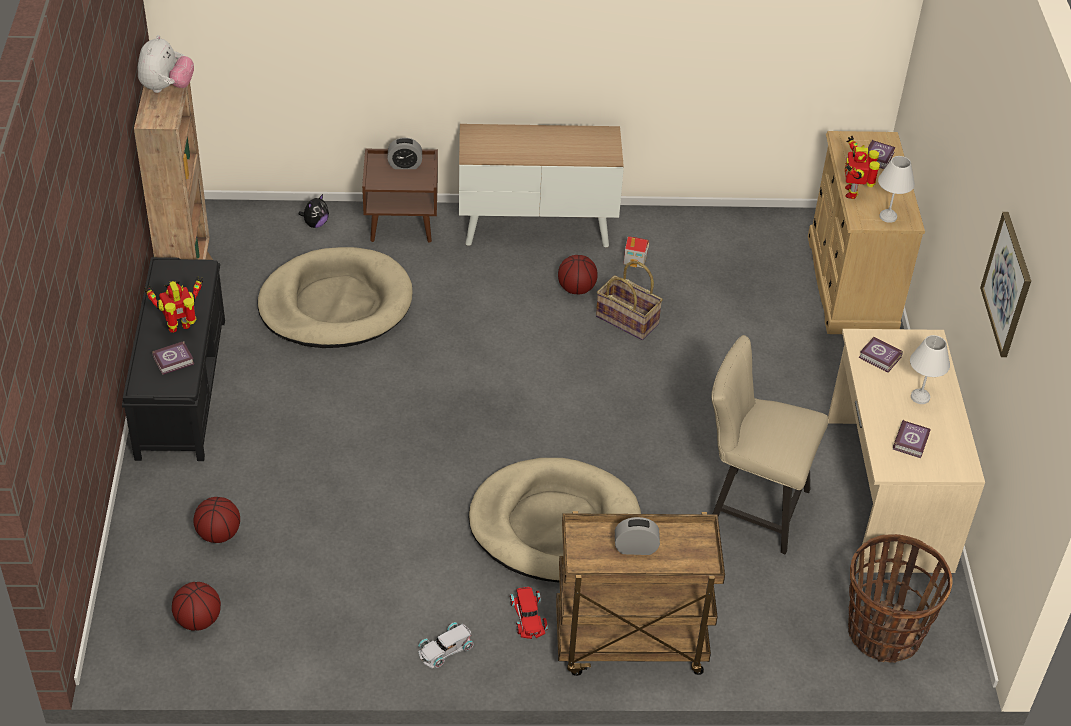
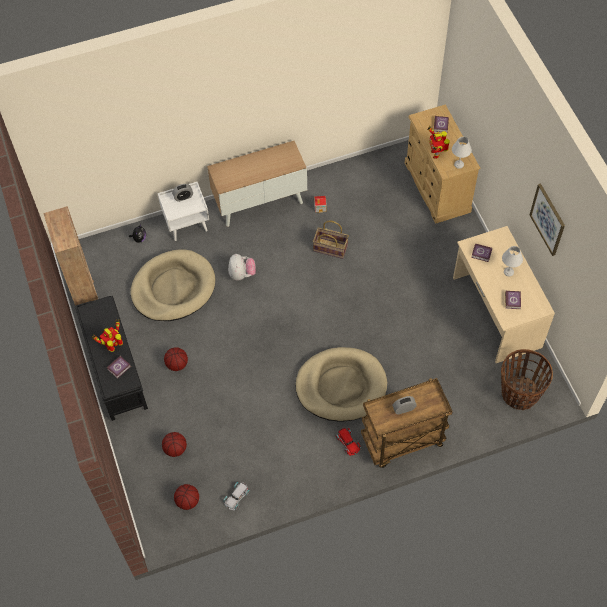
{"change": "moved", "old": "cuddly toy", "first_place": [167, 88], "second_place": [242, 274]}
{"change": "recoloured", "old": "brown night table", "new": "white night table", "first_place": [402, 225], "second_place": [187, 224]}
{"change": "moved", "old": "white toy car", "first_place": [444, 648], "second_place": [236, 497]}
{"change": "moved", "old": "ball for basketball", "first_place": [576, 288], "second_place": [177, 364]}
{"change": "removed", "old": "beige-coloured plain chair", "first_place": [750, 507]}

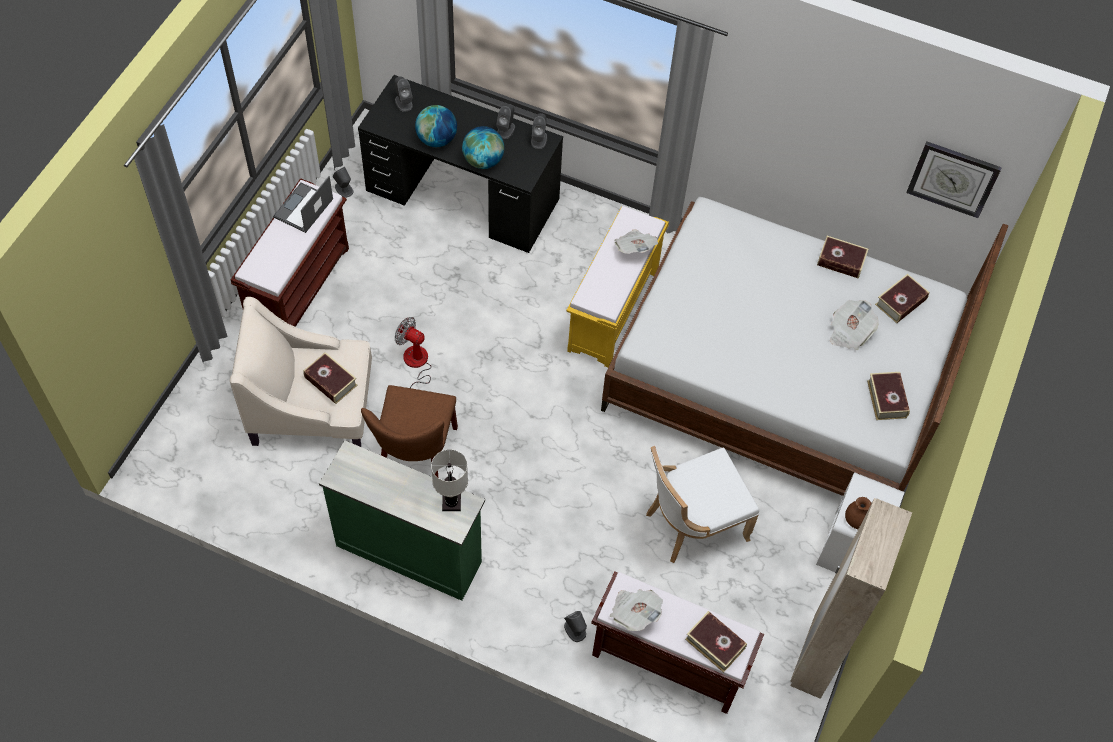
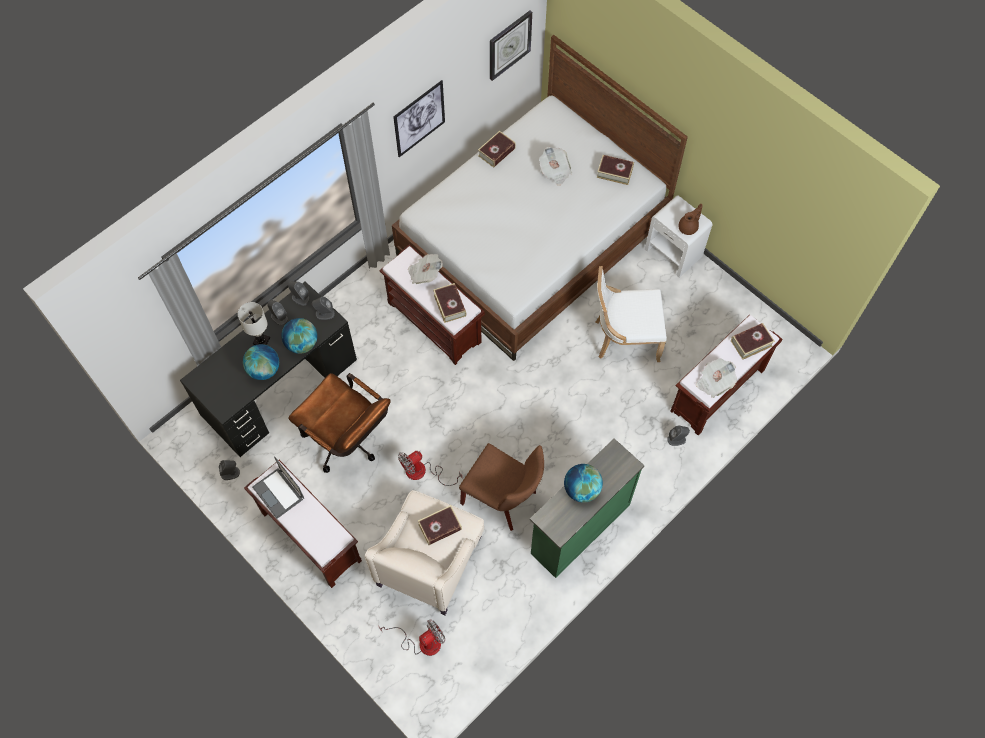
{"change": "moved", "old": "grey audio speaker", "first_place": [403, 102], "second_place": [324, 313]}
{"change": "moved", "old": "white lamp for a table", "first_place": [451, 502], "second_place": [261, 340]}
{"change": "recoloured", "old": "yellow-coloured bench", "new": "brown bench", "first_place": [613, 312], "second_place": [435, 322]}
{"change": "turned", "old": "white plain chair", "first_place": [691, 524], "second_place": [624, 338], "degrees": 90}
{"change": "removed", "old": "beige-coloured clothes cupboard", "first_place": [816, 657]}
{"change": "moved", "old": "book", "first_place": [900, 302], "second_place": [450, 305]}
{"change": "added", "new": "brown computer chair", "second_place": [348, 441]}
{"change": "added", "new": "cooling fan", "second_place": [422, 642]}
{"change": "added", "new": "wall art", "second_place": [419, 119]}
{"change": "added", "new": "globe", "second_place": [582, 489]}

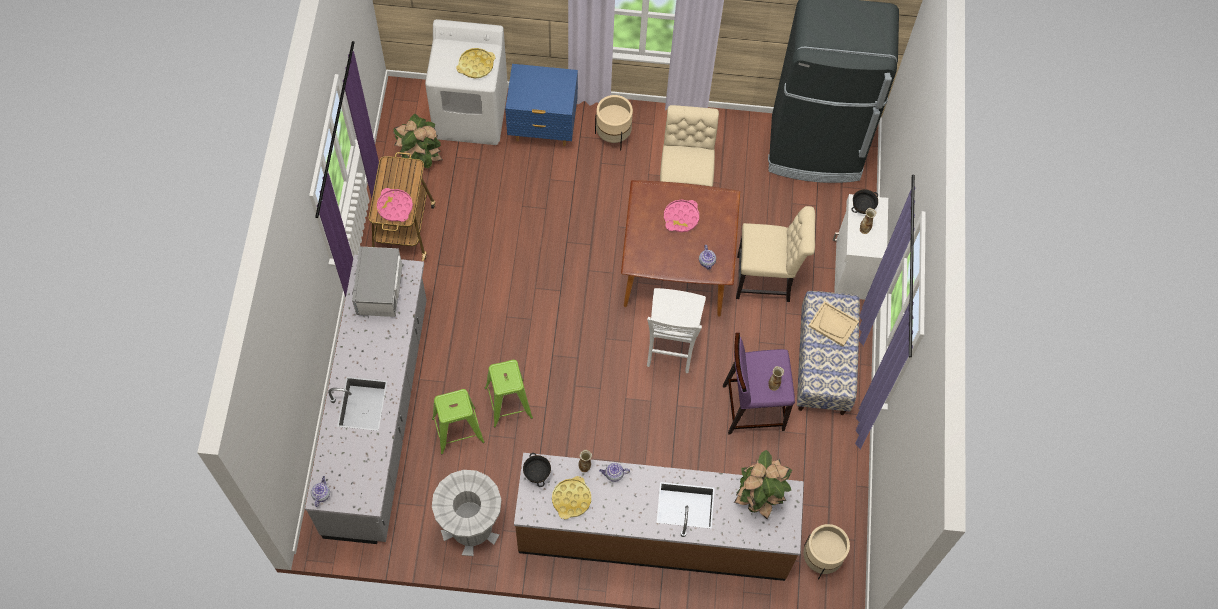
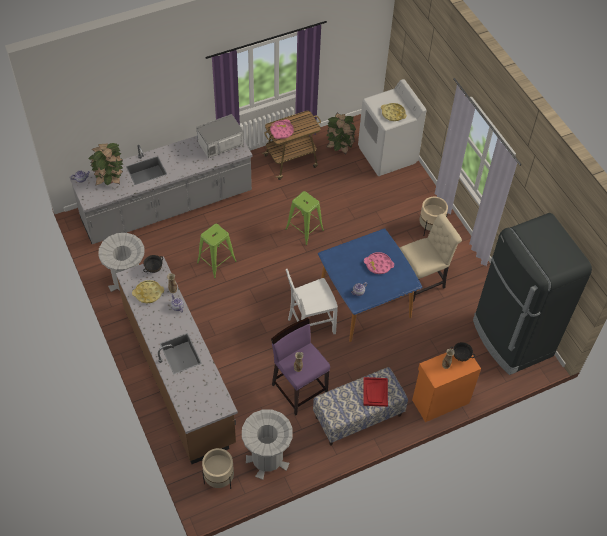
{"change": "moved", "old": "green-coloured stool seat", "first_place": [457, 430], "second_place": [304, 229]}
{"change": "removed", "old": "bluish night table", "first_place": [543, 128]}
{"change": "recoloured", "old": "brown kitchen table", "new": "bluish kitchen table", "first_place": [676, 269], "second_place": [365, 303]}
{"change": "moved", "old": "plant in a pot", "first_place": [759, 496], "second_place": [110, 180]}
{"change": "removed", "old": "beige-coloured plain chair", "first_place": [767, 279]}
{"change": "recoloured", "old": "beige-coloured carrying tray", "new": "red carrying tray", "first_place": [833, 324], "second_place": [375, 392]}
{"change": "recoloured", "old": "white cabinet", "new": "orange cabinet", "first_place": [851, 269], "second_place": [439, 401]}
{"change": "added", "new": "grey trash can", "second_place": [267, 458]}

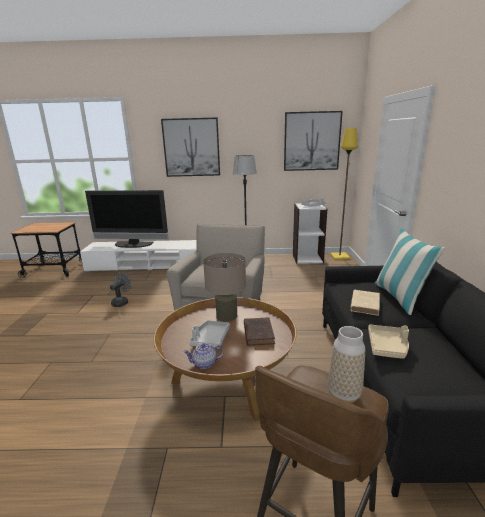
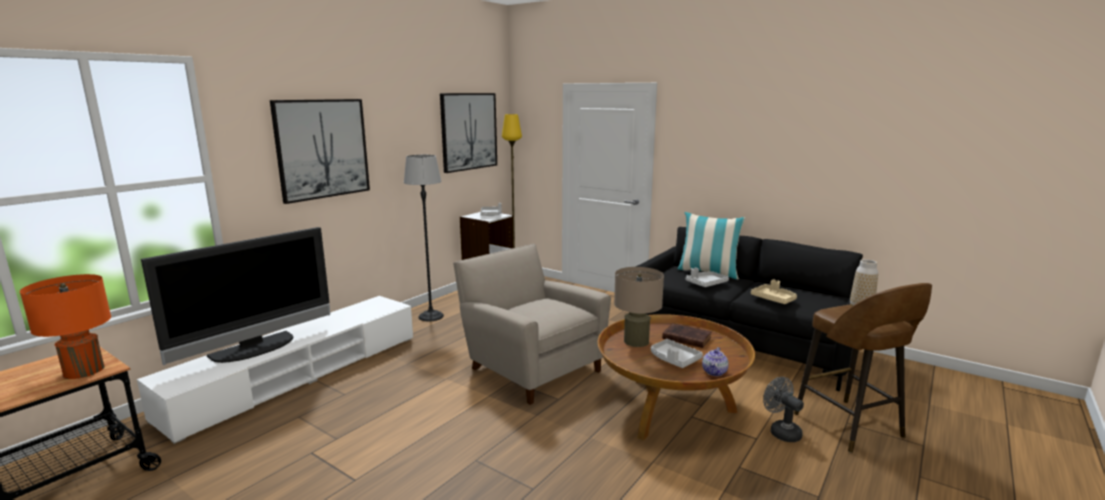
{"change": "moved", "old": "grey cooling fan", "first_place": [121, 302], "second_place": [781, 431]}
{"change": "replaced", "old": "beige-coloured book", "new": "grey carrying tray", "first_place": [365, 304], "second_place": [706, 284]}
{"change": "added", "new": "orange lamp for a table", "second_place": [84, 371]}

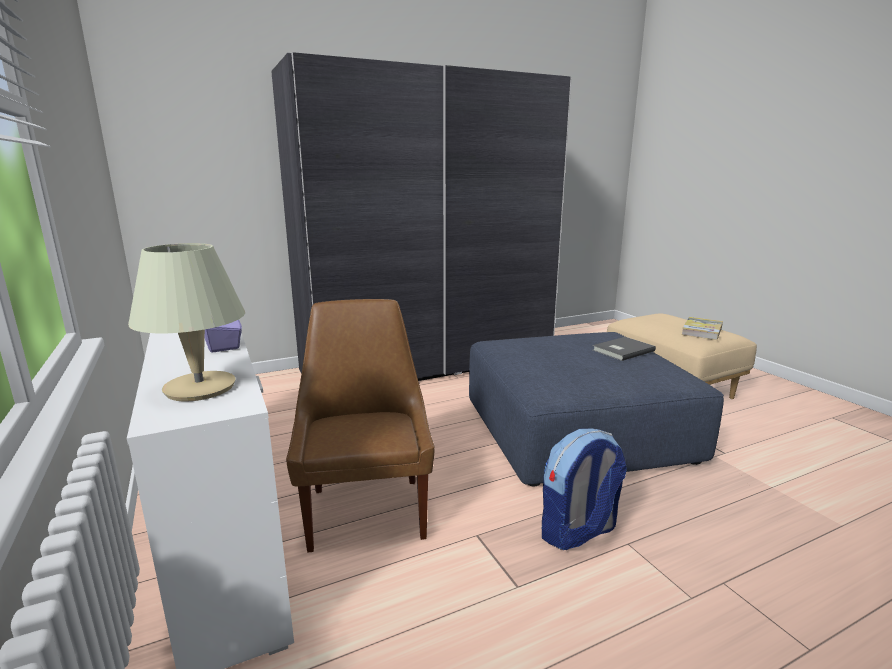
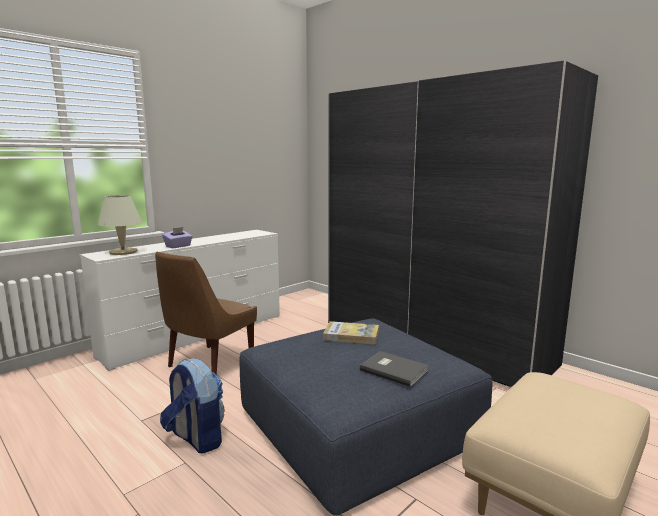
{"change": "turned", "old": "brown plain chair", "first_place": [367, 510], "second_place": [208, 364], "degrees": 150}
{"change": "moved", "old": "book", "first_place": [702, 331], "second_place": [351, 335]}

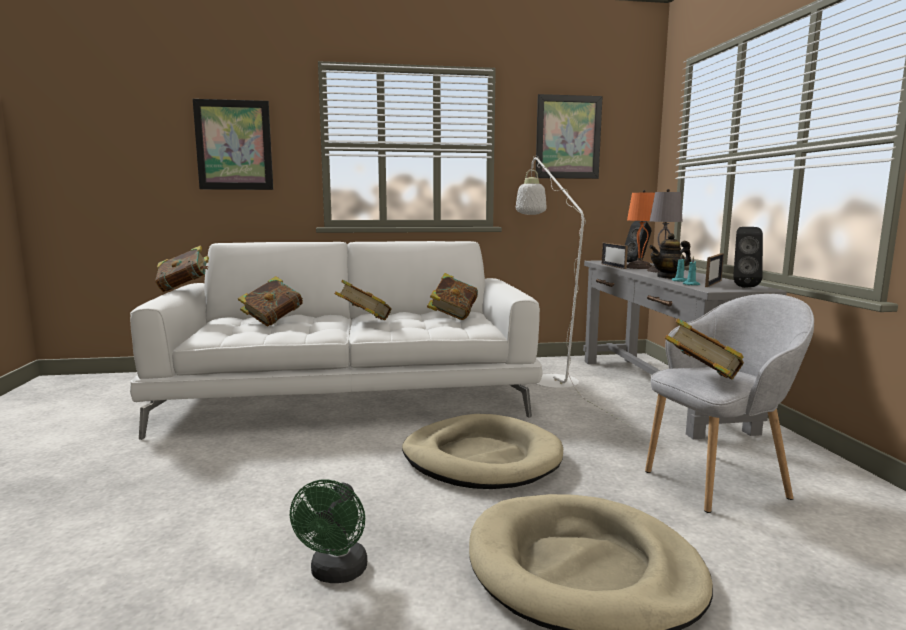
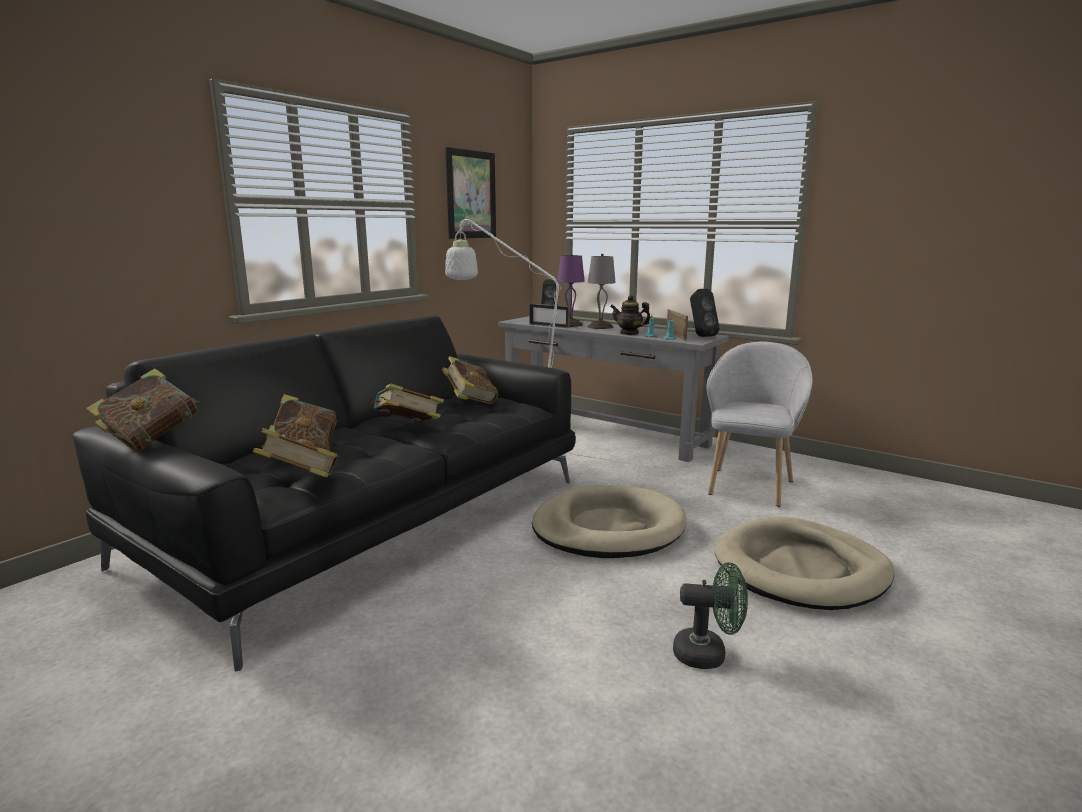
{"change": "recoloured", "old": "white settee", "new": "blackish settee", "first_place": [351, 395], "second_place": [374, 519]}
{"change": "removed", "old": "wall art", "first_place": [234, 145]}
{"change": "turned", "old": "green-coloured cooling fan", "first_place": [336, 574], "second_place": [708, 654], "degrees": -45}
{"change": "recoloured", "old": "orange lamp for a table", "new": "purple lamp for a table", "first_place": [639, 267], "second_place": [570, 325]}
{"change": "turned", "old": "teapot", "first_place": [668, 277], "second_place": [629, 333], "degrees": 75}
{"change": "moved", "old": "book", "first_place": [702, 379], "second_place": [301, 483]}

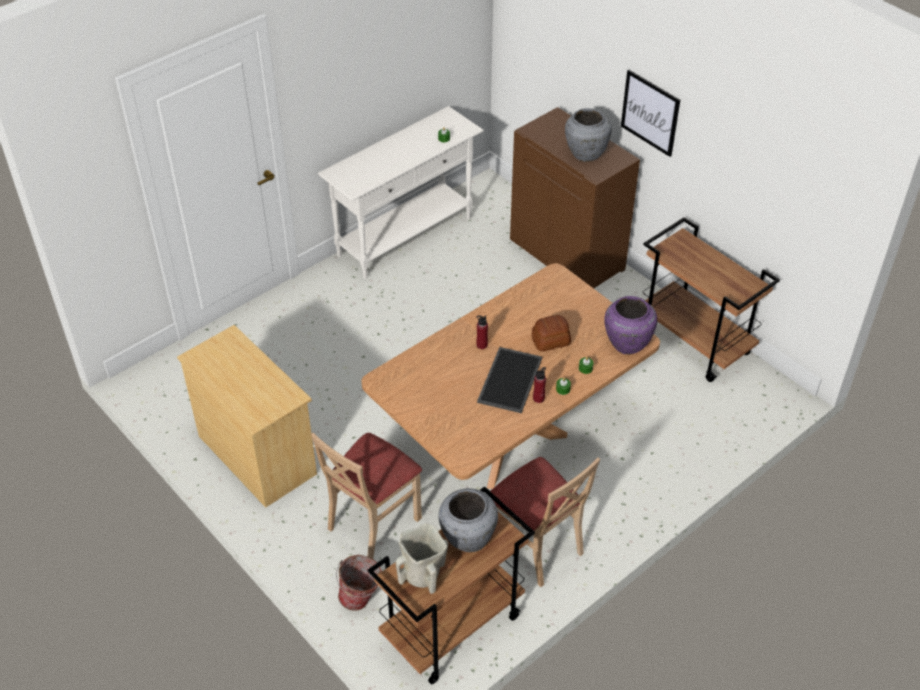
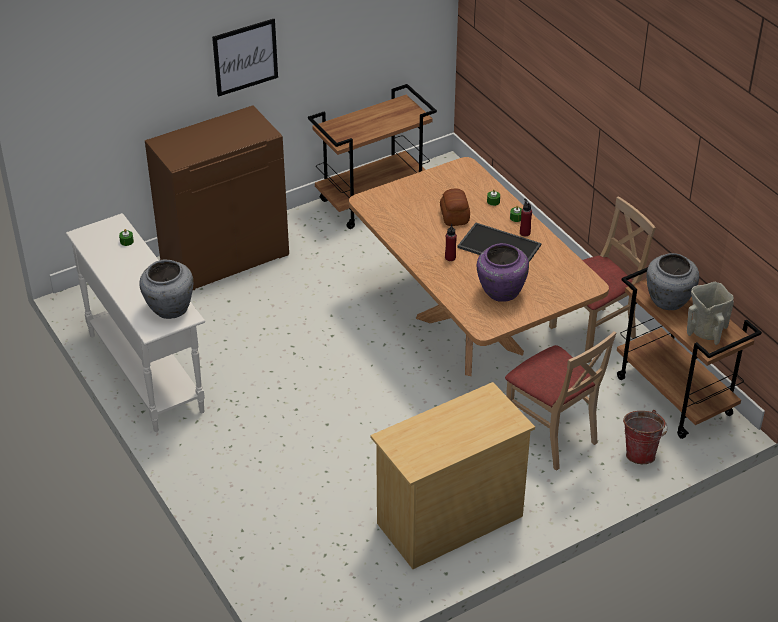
{"change": "moved", "old": "grey flower vase", "first_place": [585, 153], "second_place": [169, 309]}
{"change": "moved", "old": "purple flower vase", "first_place": [627, 342], "second_place": [500, 292]}

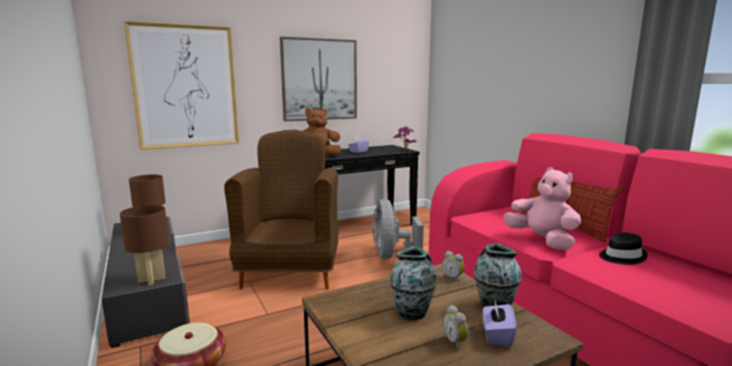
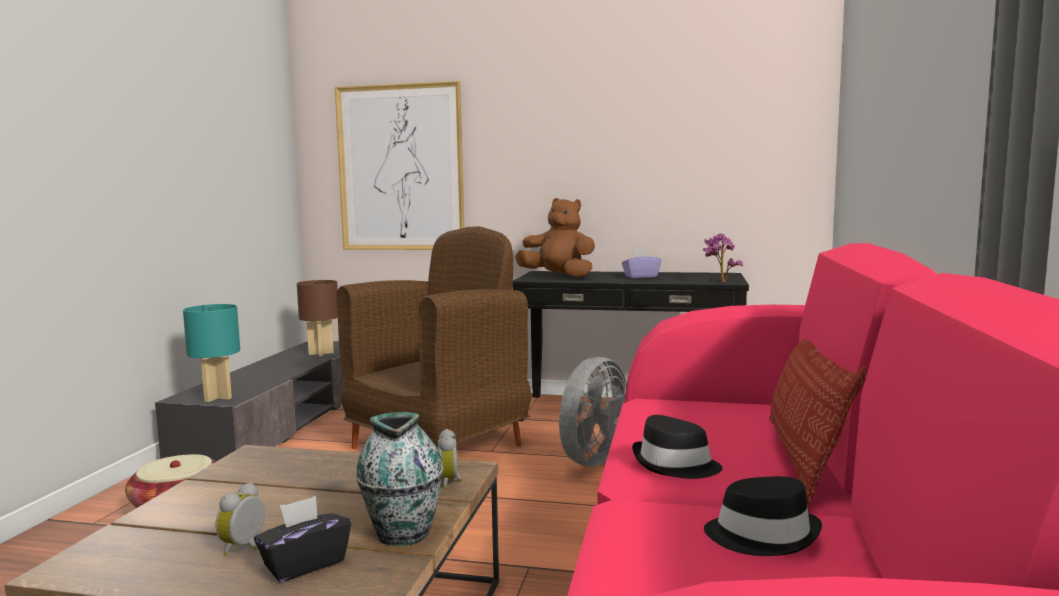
{"change": "recoloured", "old": "brown lamp for a table", "new": "turquoise-coloured lamp for a table", "first_place": [151, 280], "second_place": [216, 397]}
{"change": "removed", "old": "wall art", "first_place": [319, 80]}
{"change": "removed", "old": "flower vase", "first_place": [412, 312]}
{"change": "recoloured", "old": "purple box of tissues", "new": "blackish box of tissues", "first_place": [497, 335], "second_place": [304, 564]}
{"change": "replaced", "old": "pink-coloured cuddly toy", "new": "blackish clothing hat", "first_place": [542, 241], "second_place": [675, 465]}

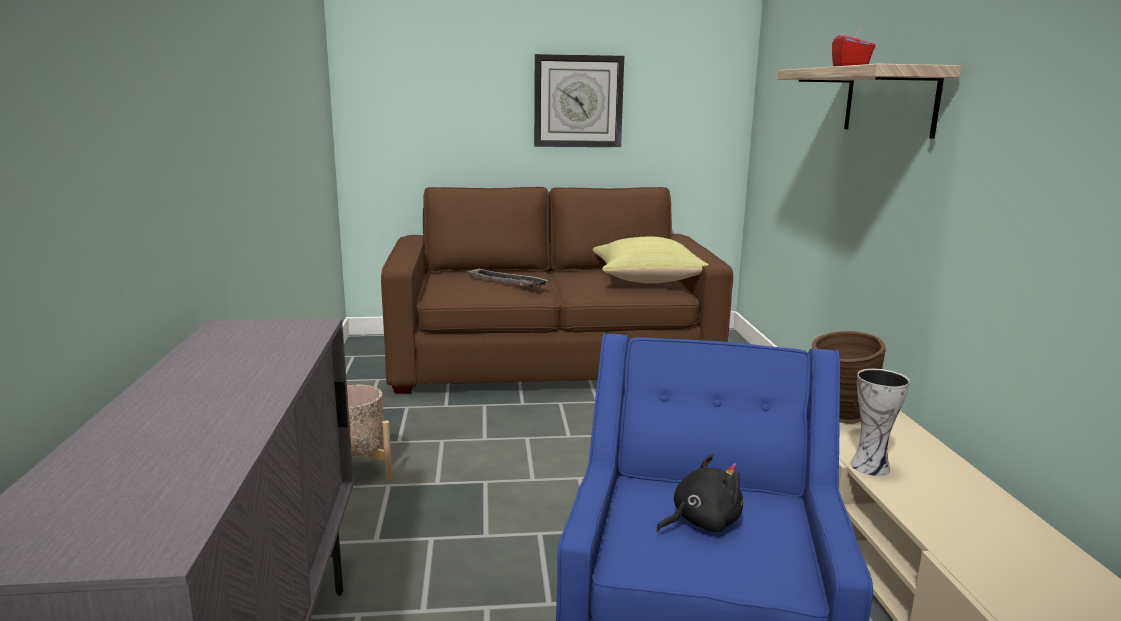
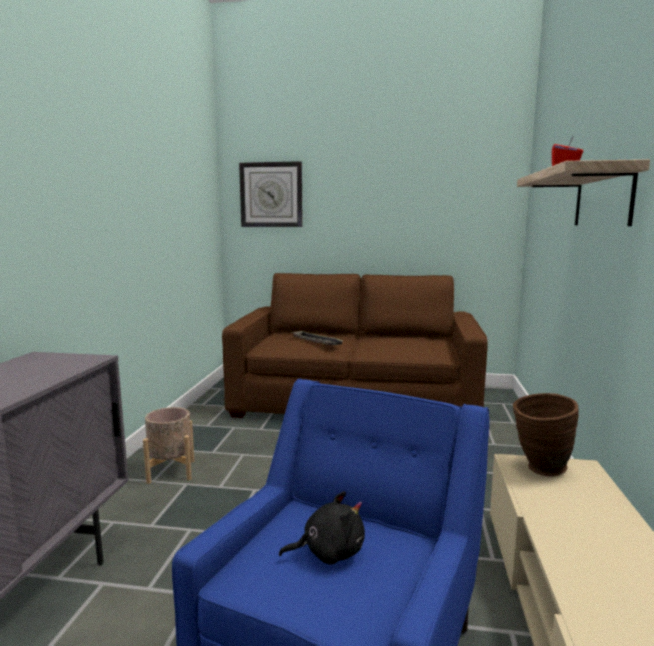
{"change": "moved", "old": "wall clock", "first_place": [578, 101], "second_place": [271, 195]}
{"change": "removed", "old": "yellow-coloured pillow", "first_place": [649, 280]}
{"change": "removed", "old": "flower vase", "first_place": [871, 466]}

